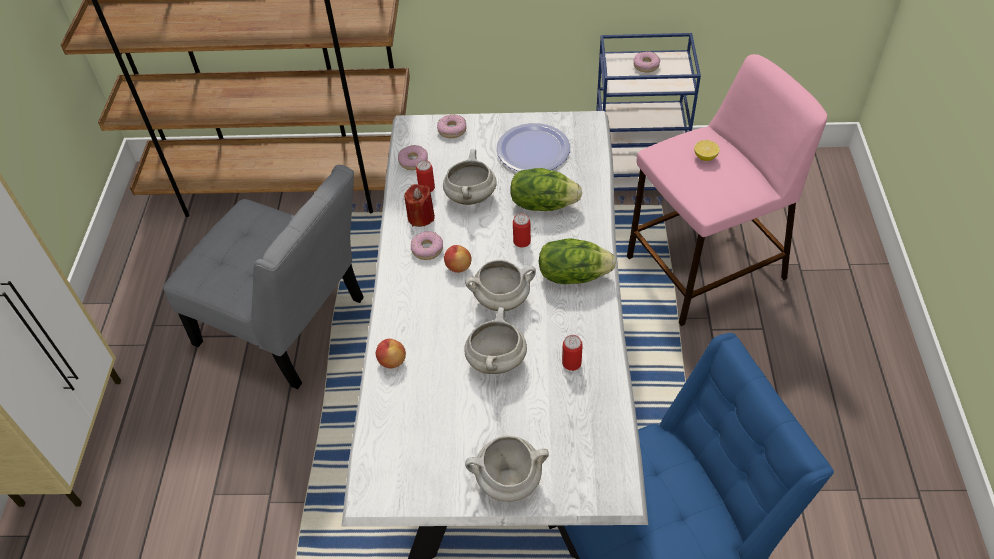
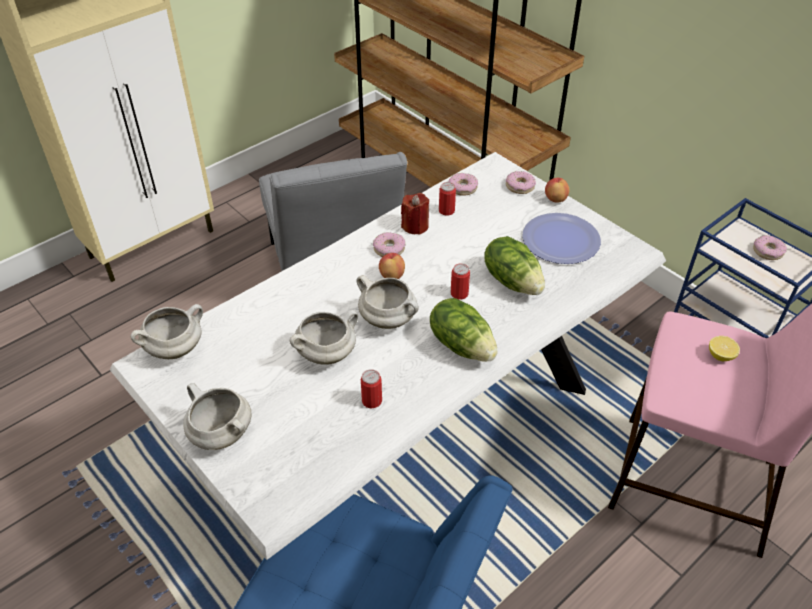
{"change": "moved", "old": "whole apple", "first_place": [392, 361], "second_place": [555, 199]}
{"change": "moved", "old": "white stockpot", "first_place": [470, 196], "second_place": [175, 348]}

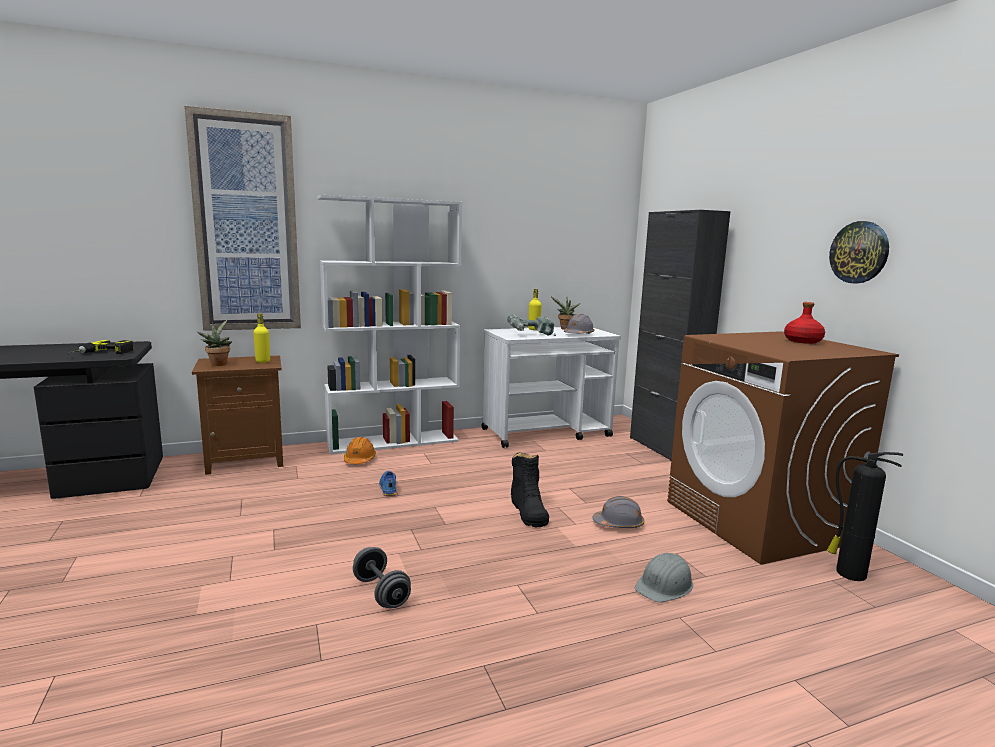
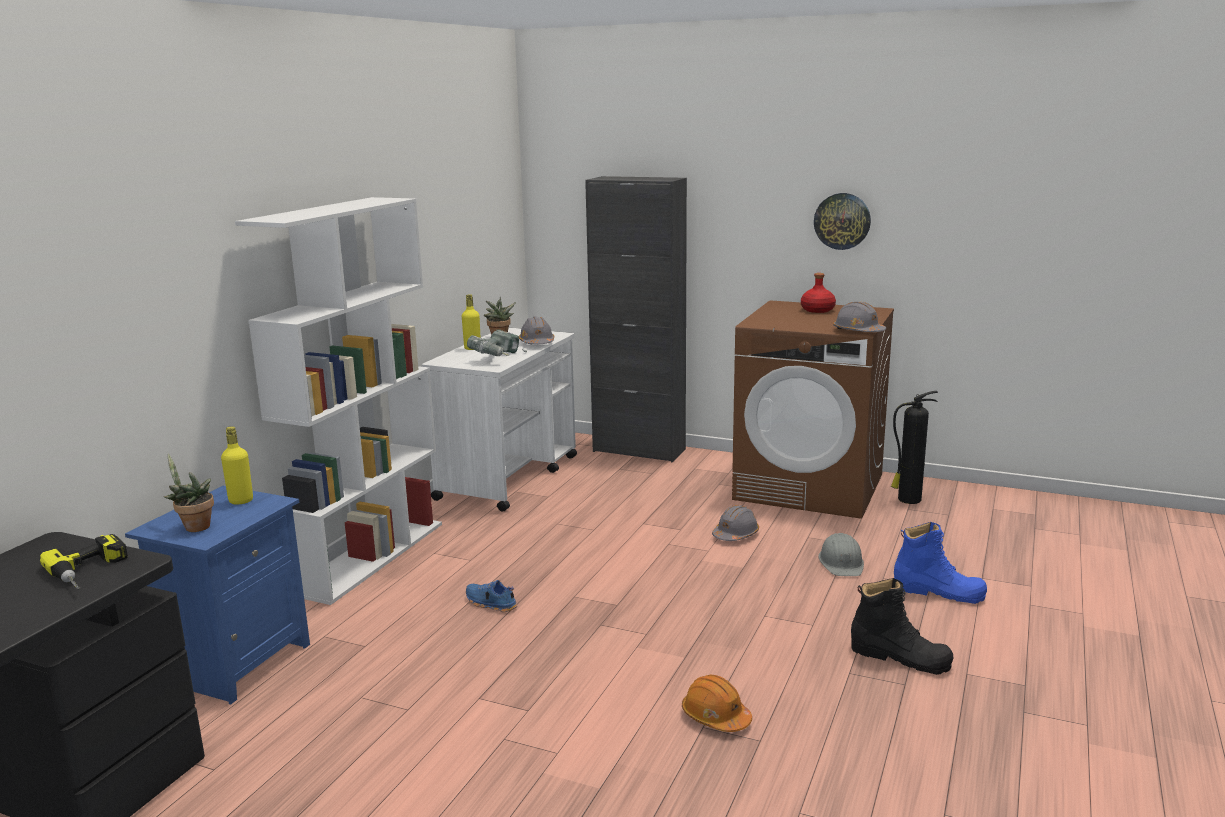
{"change": "removed", "old": "wall art", "first_place": [246, 224]}
{"change": "recoloured", "old": "brown night table", "new": "bluish night table", "first_place": [246, 460], "second_place": [236, 663]}
{"change": "moved", "old": "orange hard hat", "first_place": [359, 460], "second_place": [715, 717]}
{"change": "removed", "old": "grey dumbbell", "first_place": [381, 592]}
{"change": "moved", "old": "blackish tall boot", "first_place": [528, 511], "second_place": [900, 657]}
{"change": "added", "new": "grey hard hat", "second_place": [858, 331]}
{"change": "added", "new": "bluish tall boot", "second_place": [939, 592]}

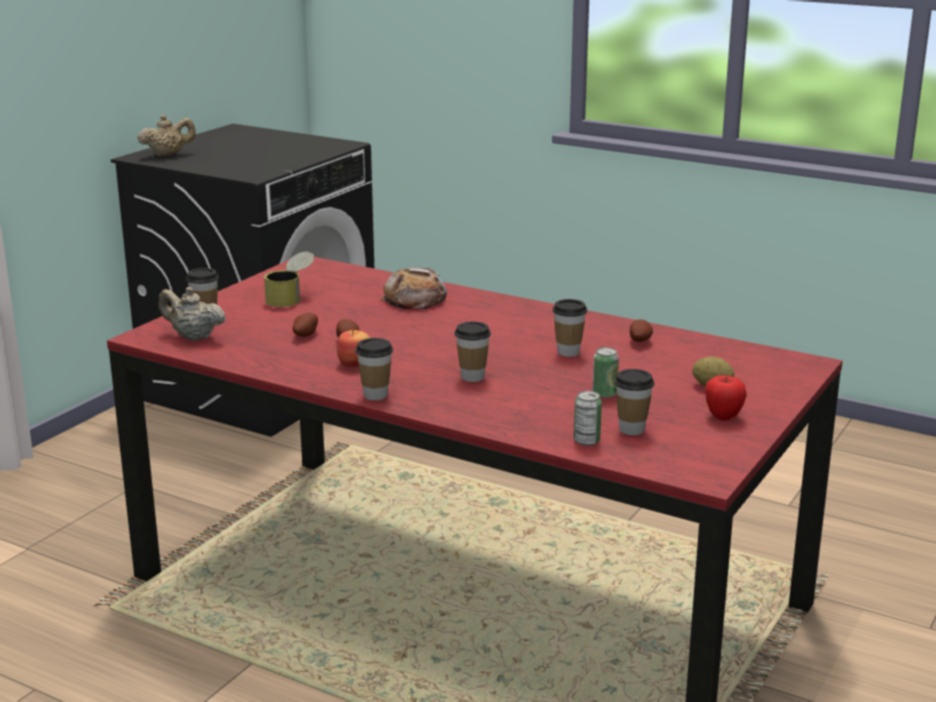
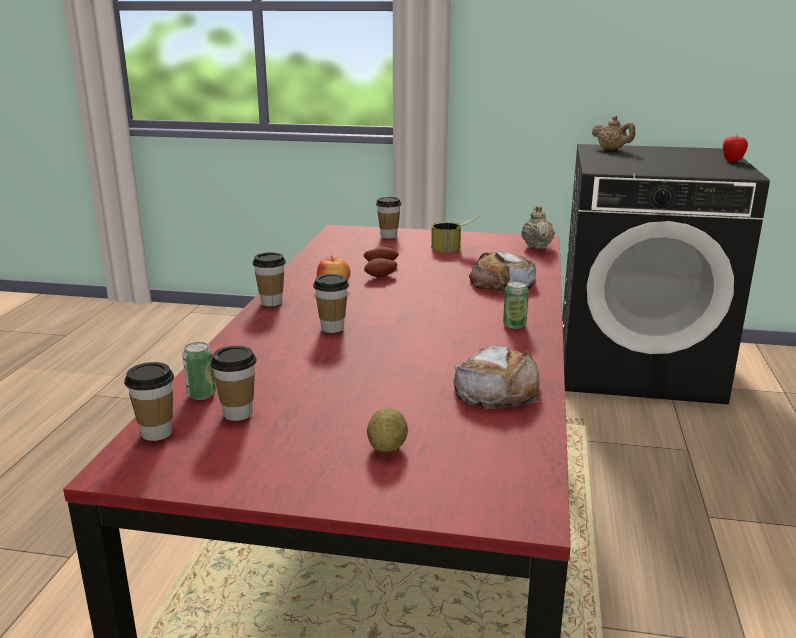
{"change": "moved", "old": "beige-coloured teapot", "first_place": [193, 337], "second_place": [536, 246]}
{"change": "moved", "old": "cup", "first_place": [568, 352], "second_place": [156, 433]}
{"change": "moved", "old": "metal can", "first_place": [604, 394], "second_place": [514, 325]}
{"change": "replaced", "old": "whole potato", "new": "baked bread", "first_place": [640, 341], "second_place": [497, 390]}
{"change": "moved", "old": "whole apple", "first_place": [723, 416], "second_place": [732, 161]}

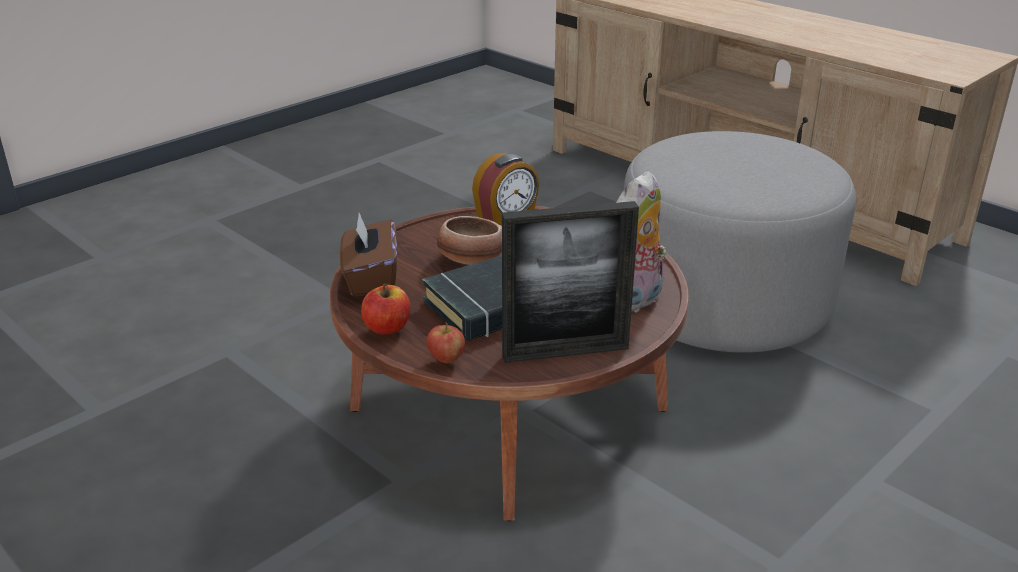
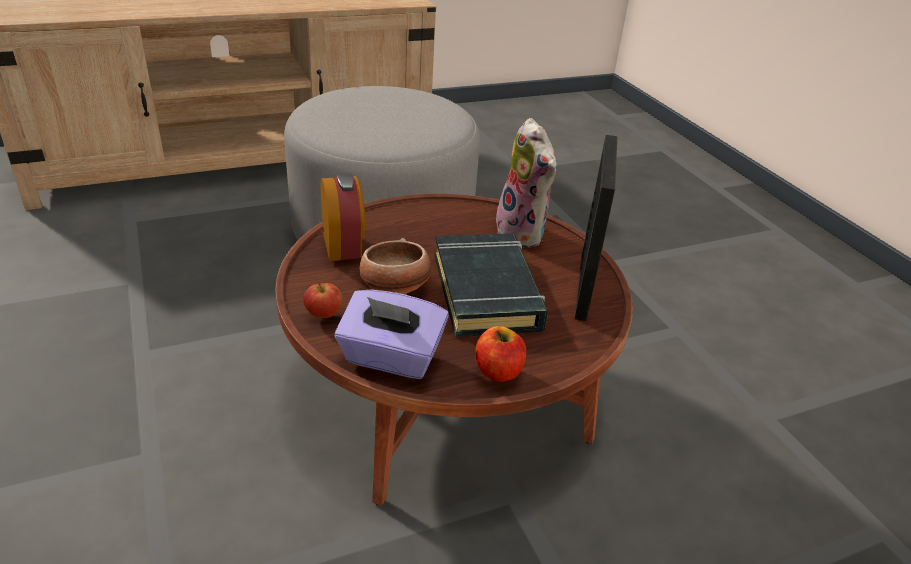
{"change": "recoloured", "old": "brown box of tissues", "new": "purple box of tissues", "first_place": [371, 279], "second_place": [391, 358]}
{"change": "moved", "old": "whole apple", "first_place": [446, 358], "second_place": [323, 314]}

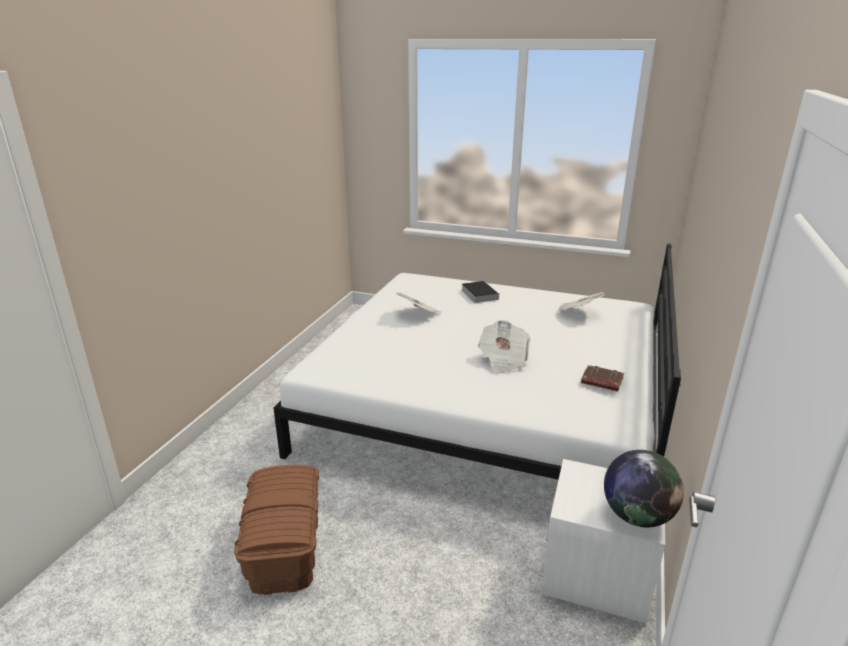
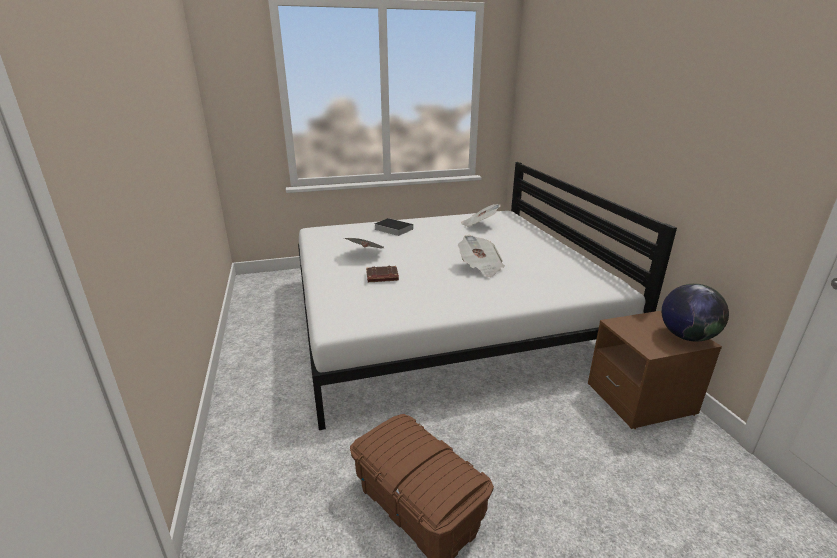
{"change": "recoloured", "old": "white night table", "new": "brown night table", "first_place": [596, 575], "second_place": [640, 399]}
{"change": "moved", "old": "brown book", "first_place": [601, 382], "second_place": [382, 277]}

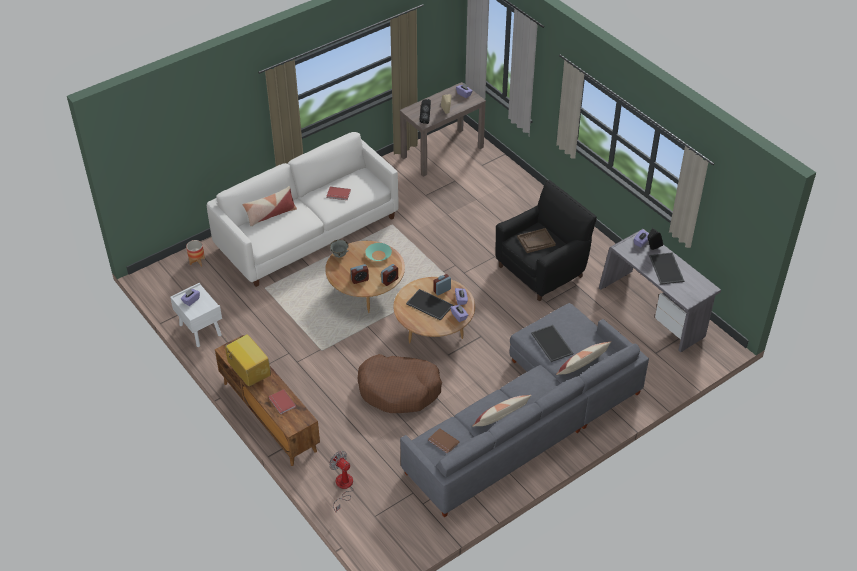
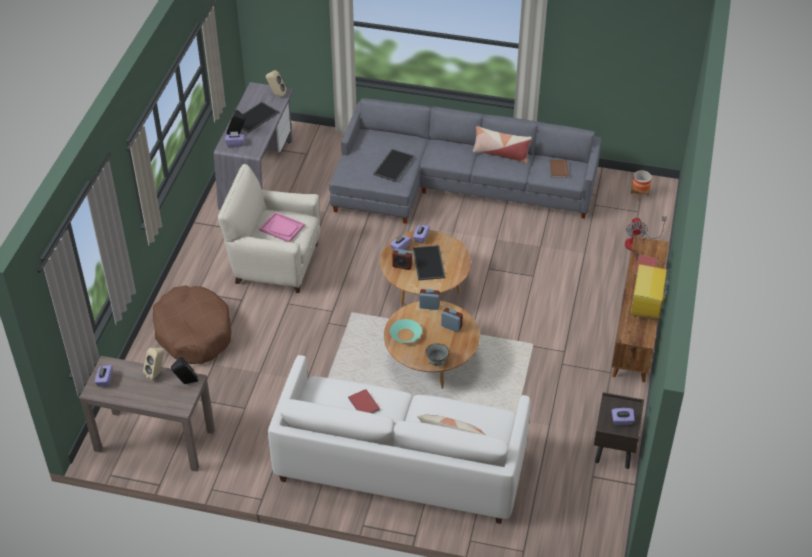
{"change": "recoloured", "old": "white night table", "new": "brown night table", "first_place": [200, 330], "second_place": [615, 448]}
{"change": "moved", "old": "flower pot", "first_place": [197, 261], "second_place": [639, 194]}
{"change": "moved", "old": "brown pet bed", "first_place": [399, 390], "second_place": [193, 332]}
{"change": "recoloured", "old": "blackish lounge chair", "new": "beige-coloured lounge chair", "first_place": [542, 270], "second_place": [274, 262]}
{"change": "recoloured", "old": "brown carrying tray", "new": "pink-coloured carrying tray", "first_place": [536, 241], "second_place": [282, 228]}
{"change": "removed", "old": "pillow", "first_place": [582, 366]}
{"change": "added", "new": "beige-coloured audio speaker", "second_place": [276, 94]}

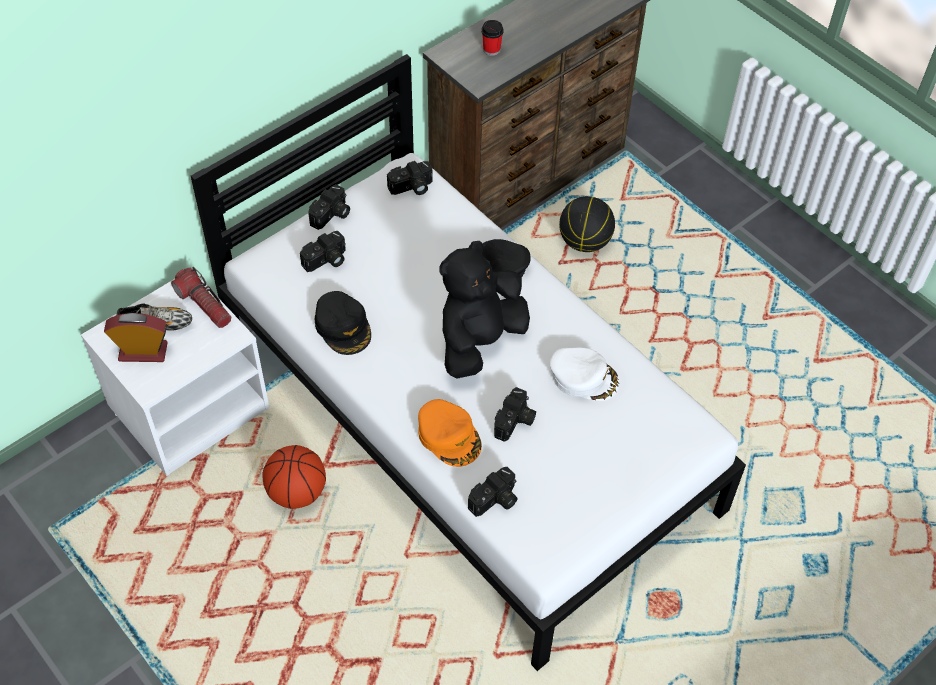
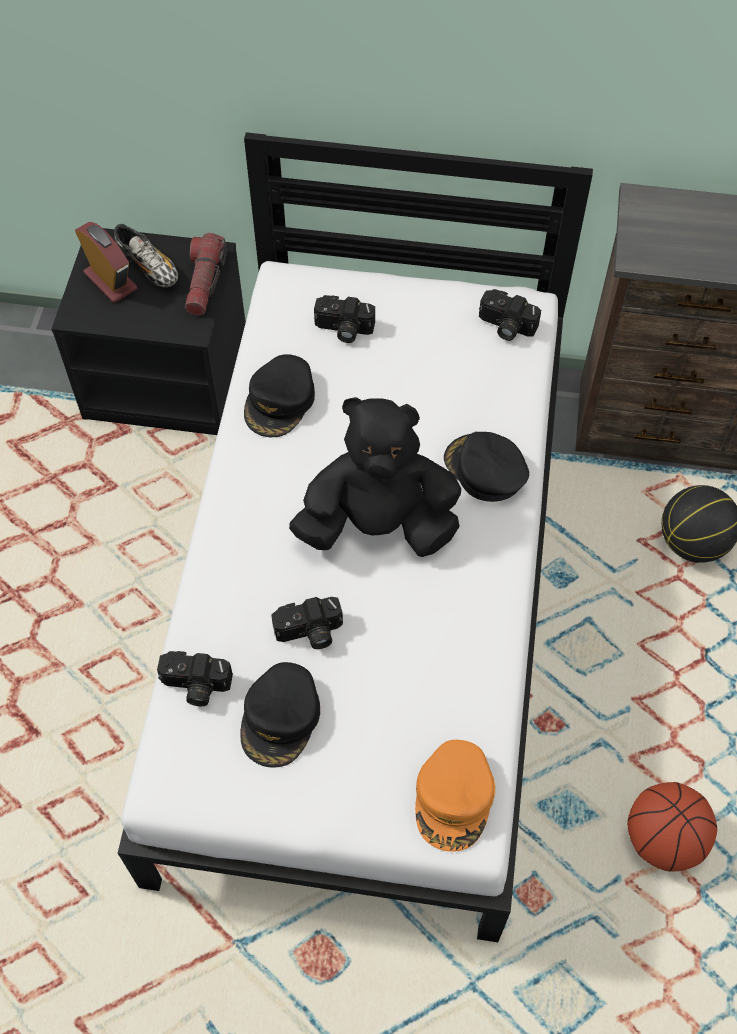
{"change": "recoloured", "old": "white night table", "new": "blackish night table", "first_place": [189, 405], "second_place": [169, 377]}
{"change": "moved", "old": "ball for basketball", "first_place": [296, 492], "second_place": [662, 838]}
{"change": "removed", "old": "still camera", "first_place": [332, 216]}
{"change": "moved", "old": "orange cap", "first_place": [449, 436], "second_place": [454, 798]}
{"change": "removed", "old": "cup", "first_place": [491, 50]}
{"change": "removed", "old": "white cap", "first_place": [584, 377]}
{"change": "added", "new": "blackish cap", "second_place": [281, 718]}

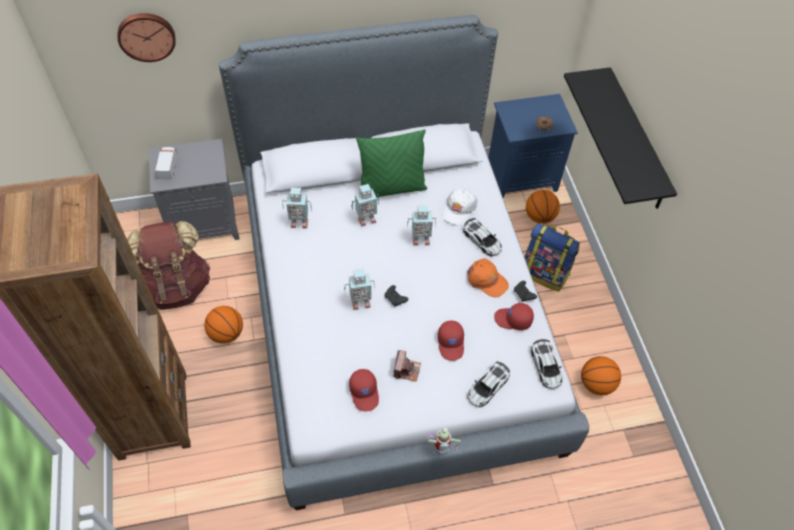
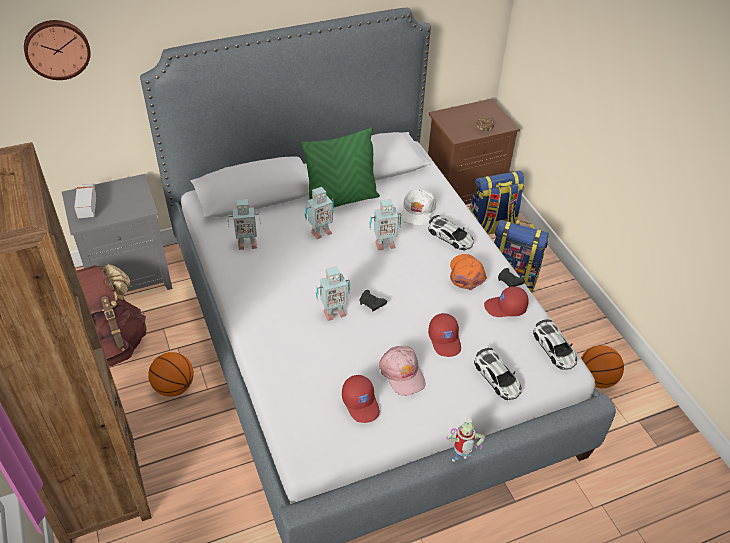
{"change": "replaced", "old": "still camera", "new": "pink-coloured cap", "first_place": [406, 370], "second_place": [402, 373]}
{"change": "turned", "old": "orange cap", "first_place": [487, 280], "second_place": [466, 273], "degrees": -120}
{"change": "turned", "old": "toy car", "first_place": [487, 387], "second_place": [497, 378], "degrees": -60}
{"change": "recoloured", "old": "bluish night table", "new": "brown night table", "first_place": [522, 176], "second_place": [463, 193]}
{"change": "replaced", "old": "ball for basketball", "new": "rucksack", "first_place": [539, 217], "second_place": [491, 228]}
{"change": "removed", "old": "blackish bracket shelf", "first_place": [636, 141]}

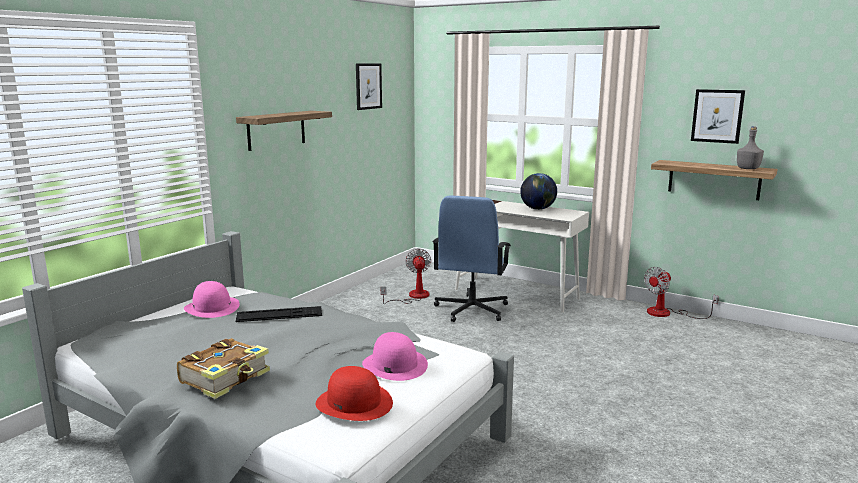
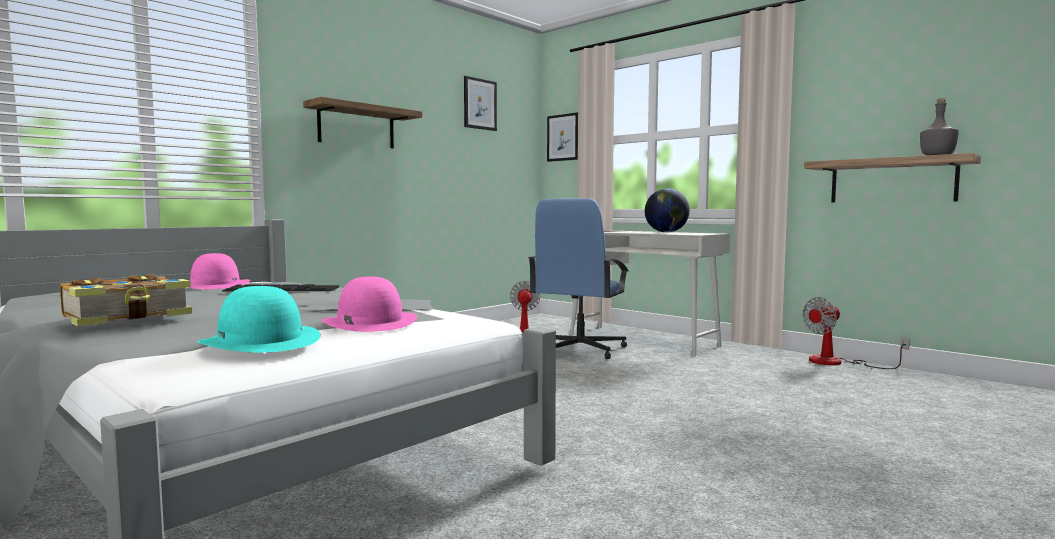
{"change": "recoloured", "old": "red clothing hat", "new": "turquoise-coloured clothing hat", "first_place": [354, 403], "second_place": [261, 341]}
{"change": "moved", "old": "wall art", "first_place": [717, 116], "second_place": [563, 137]}

